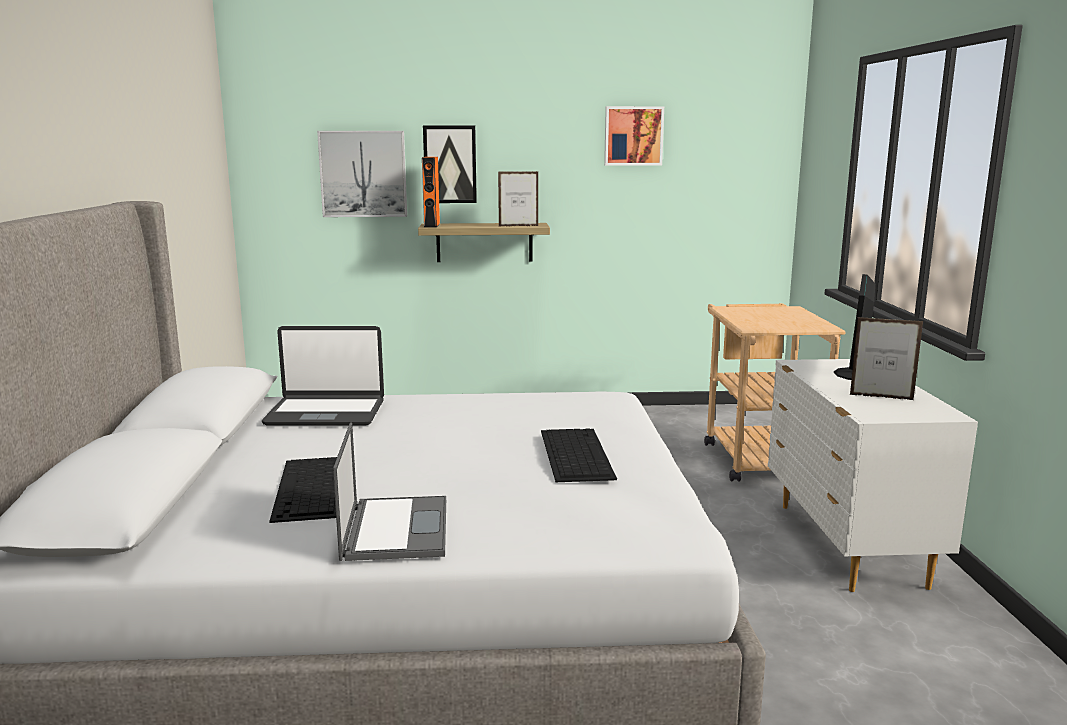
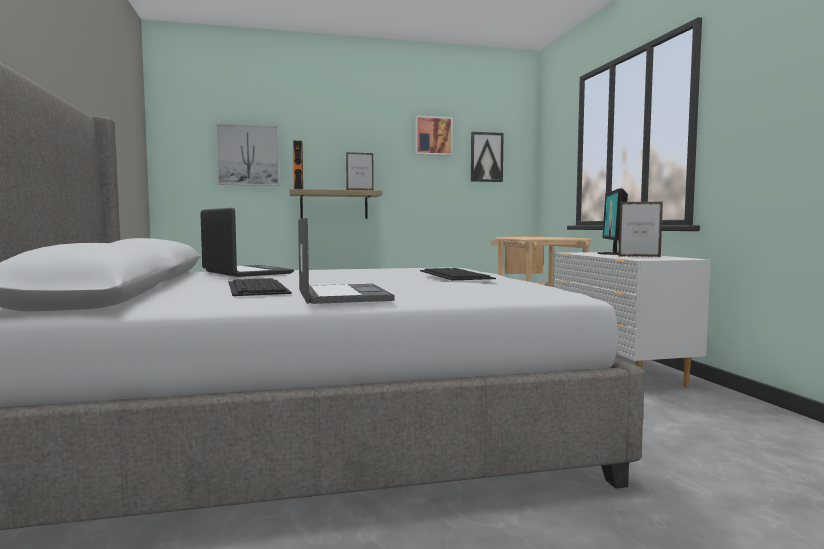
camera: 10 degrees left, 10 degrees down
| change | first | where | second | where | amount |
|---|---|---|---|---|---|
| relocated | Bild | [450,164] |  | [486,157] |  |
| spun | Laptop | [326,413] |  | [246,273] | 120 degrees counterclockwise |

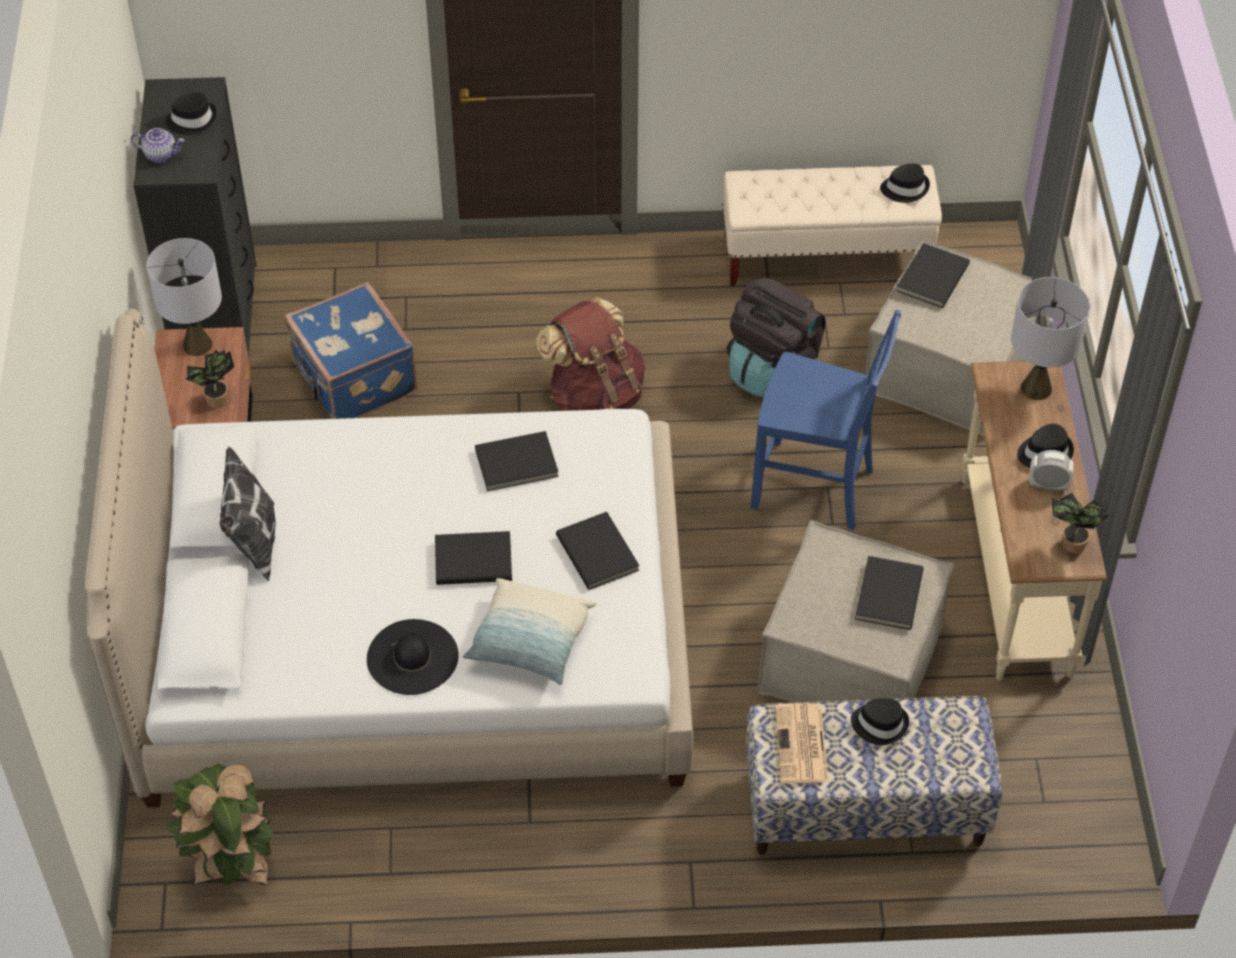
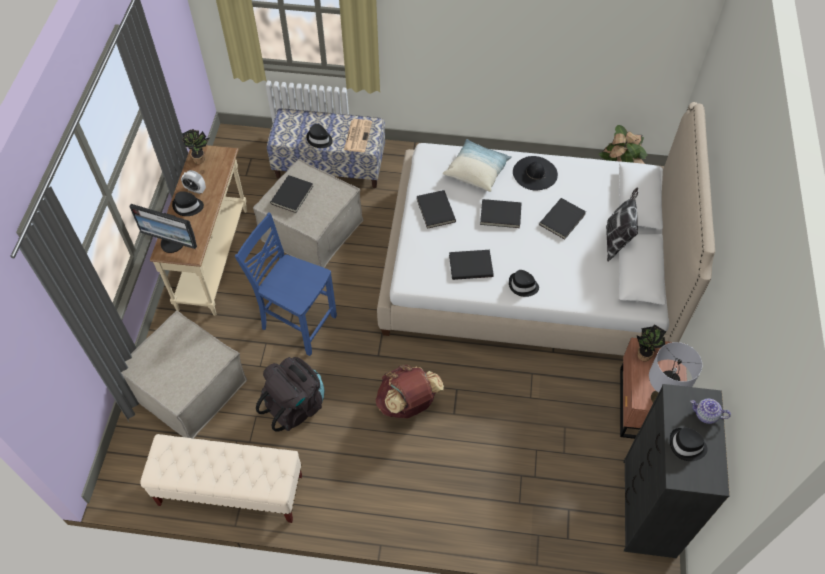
camera: 170 degrees left, 5 degrees up
| change | first | where | second | where | amount |
|---|---|---|---|---|---|
| missing | Koffer (blau) | [353,380] |  |  |  |
| relocated | Hut (schwarz) | [905,188] |  | [523,286] |  |
| relocated | Buch (schwarz) | [931,277] |  | [563,220] |  |
| exchanged | Tischlampe (grau) | [1036,388] | Monitor | [173,243] |  |

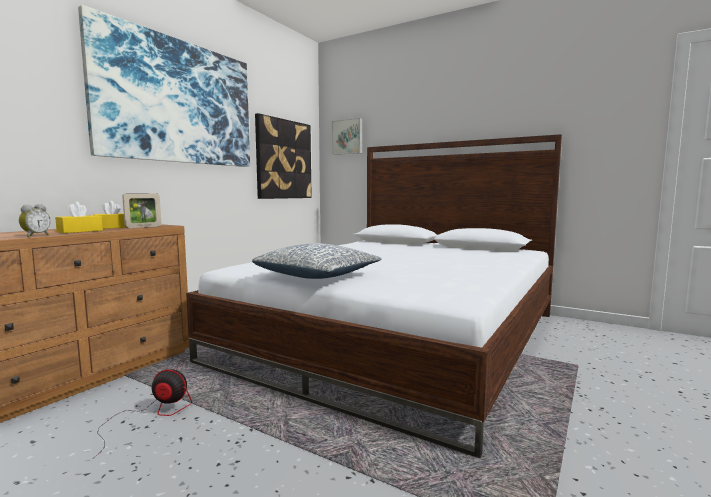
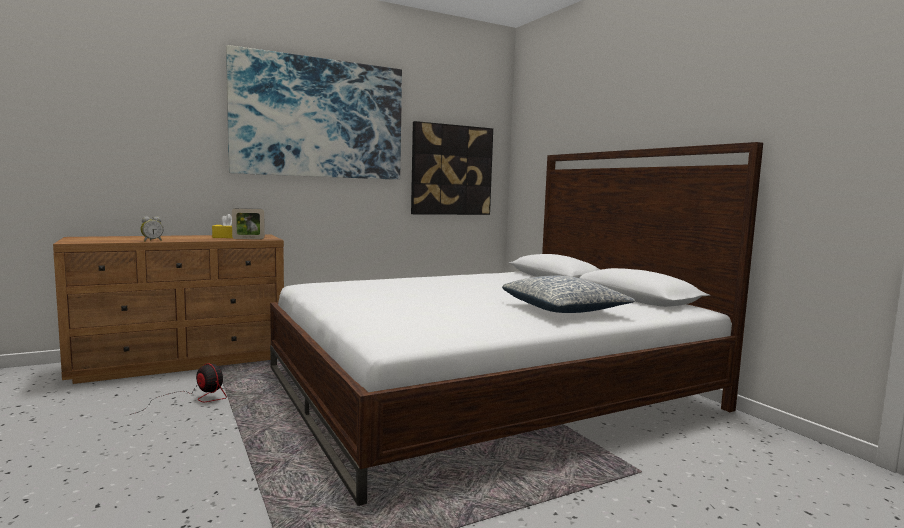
camera: 30 degrees right, 0 degrees up
| change | first | where | second | where | amount |
|---|---|---|---|---|---|
| missing | Taschentuchbox (gelb) | [80,231] |  |  |  |
| missing | Bild | [347,137] |  |  |  |
| relocated | Kissen | [318,276] |  | [564,310] |  |

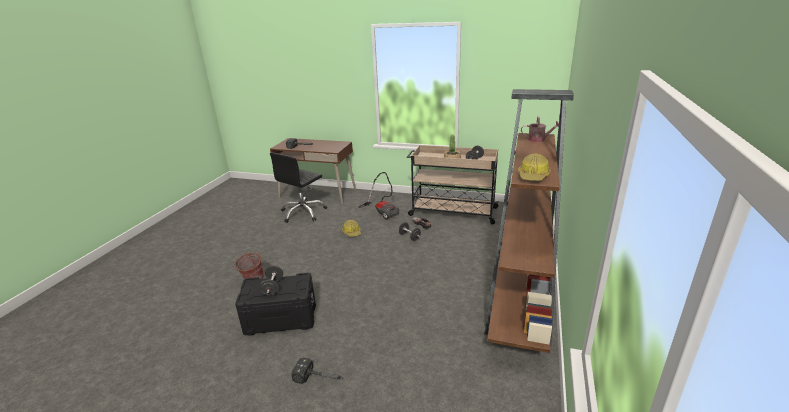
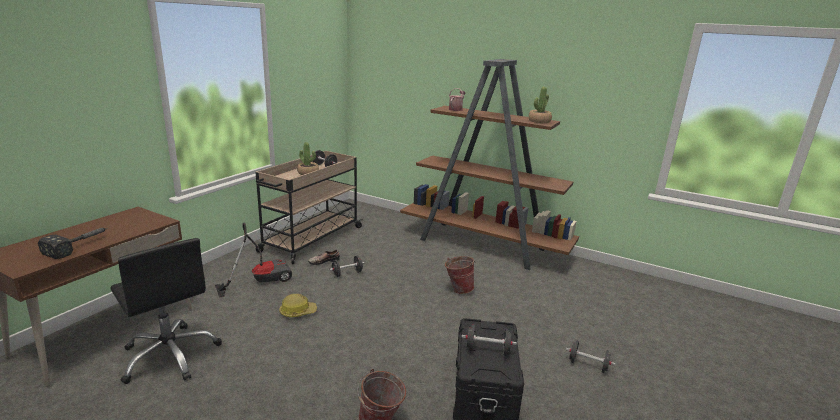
camera: 80 degrees left, 5 degrees down
| change | first | where | second | where | amount |
|---|---|---|---|---|---|
| appeared |  |  | Eimer | [458,289] |  |
| exchanged | Hammer | [320,378] | Hantel (schwarz) | [588,365] |  |
| exchanged | Schutzhelm | [533,176] | Topfpflanze | [539,121] |  |

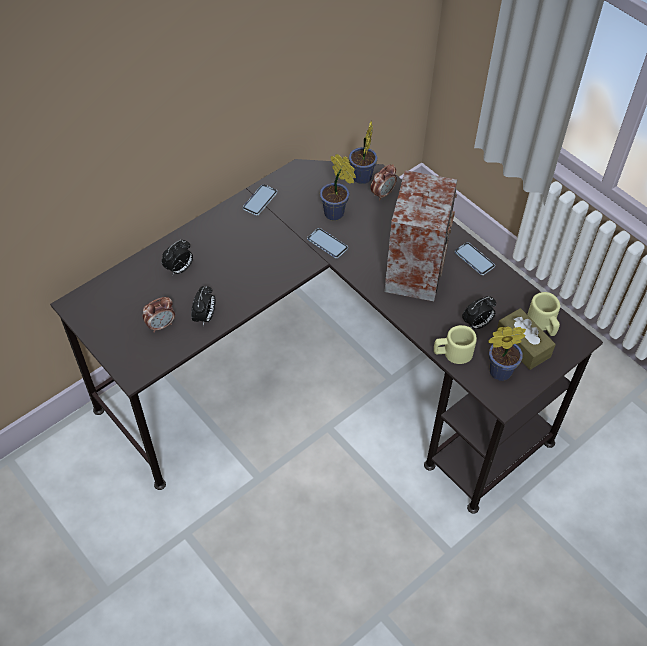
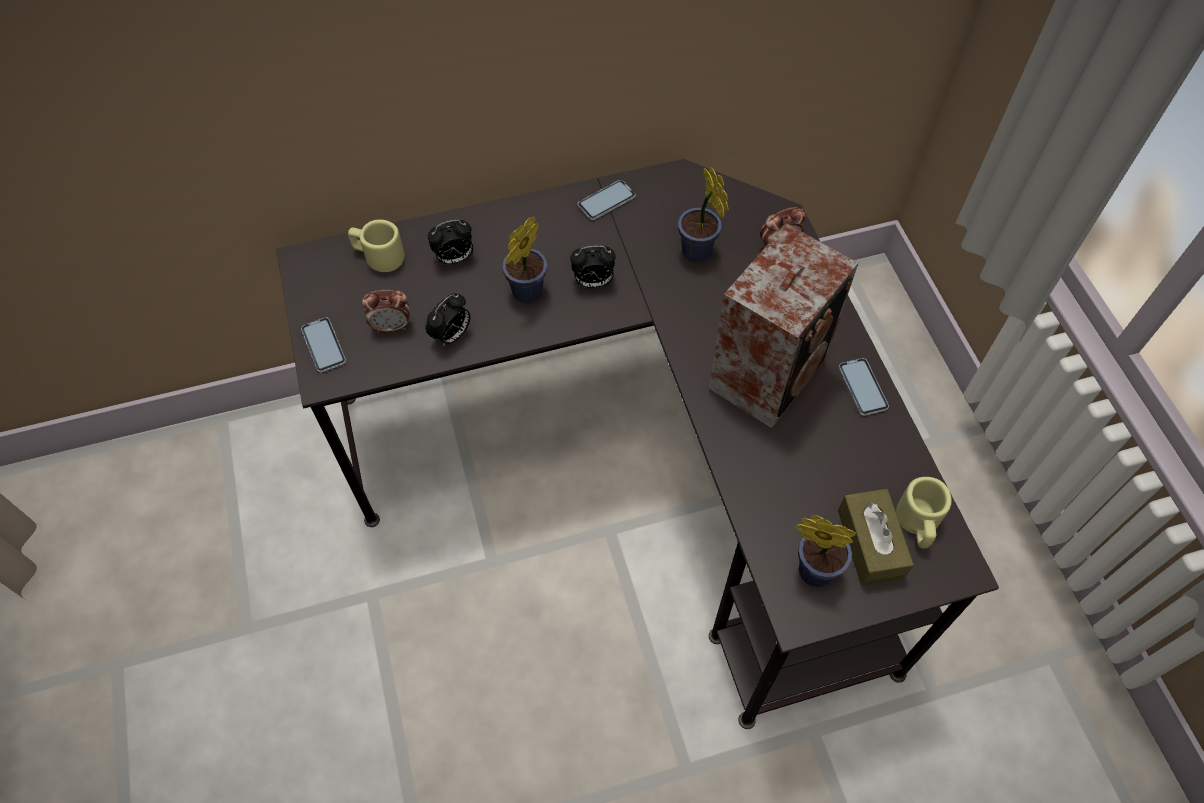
camera: 25 degrees right, 5 degrees up
| change | first | where | second | where | amount |
|---|---|---|---|---|---|
| relocated | Handy | [327,244] |  | [324,346] |  |
| relocated | Topfpflanze | [361,179] |  | [524,295] |  |
| relocated | Henkelbecher (beige) | [452,353] |  | [378,256] |  |
| relocated | Wecker | [476,324] |  | [593,283] |  |

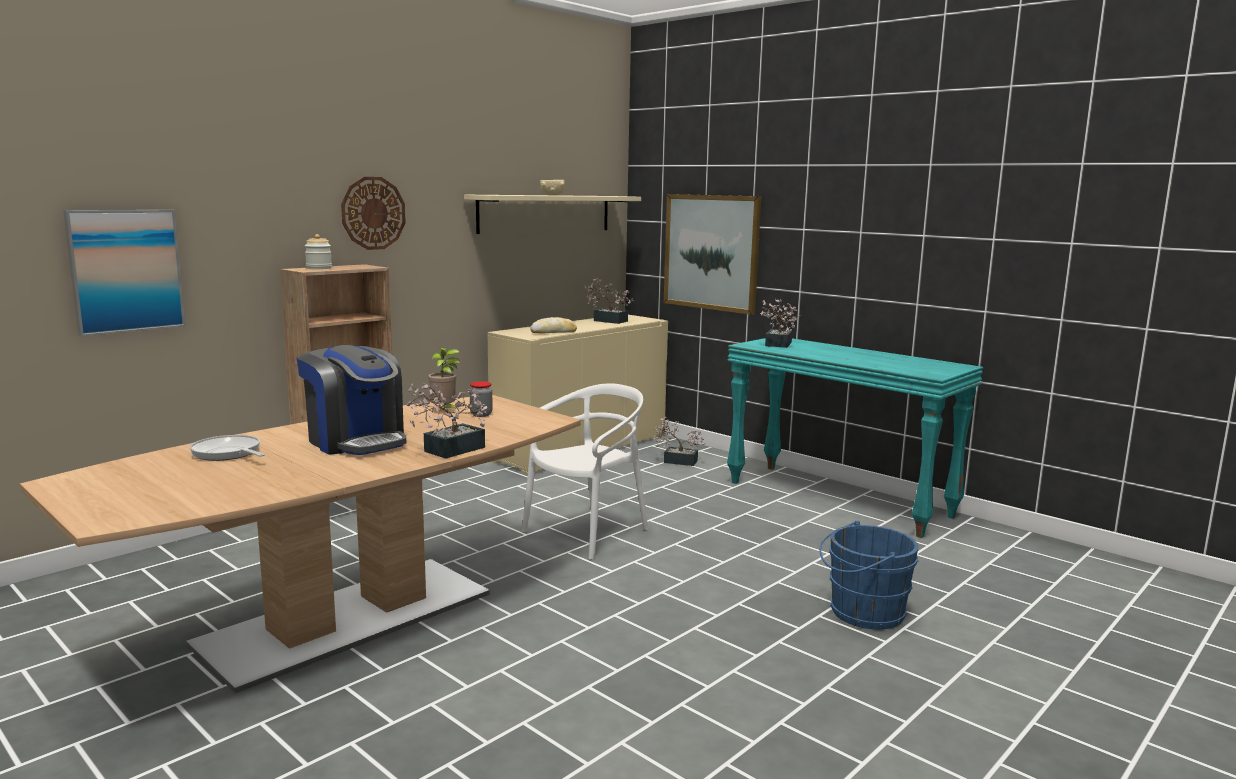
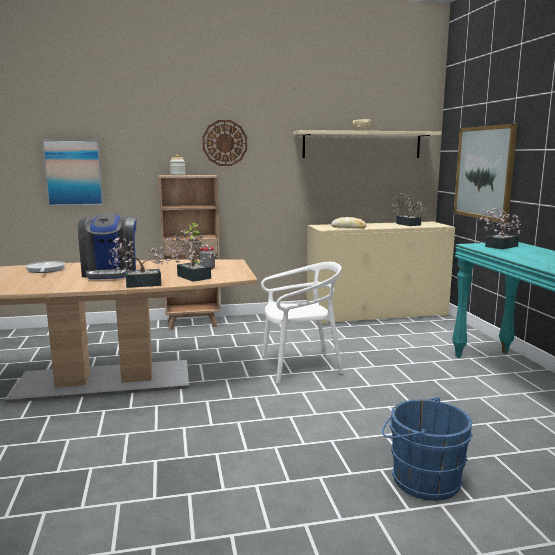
camera: 35 degrees right, 0 degrees up
| change | first | where | second | where | amount |
|---|---|---|---|---|---|
| relocated | Topfpflanze | [676,461] |  | [192,276] |  |

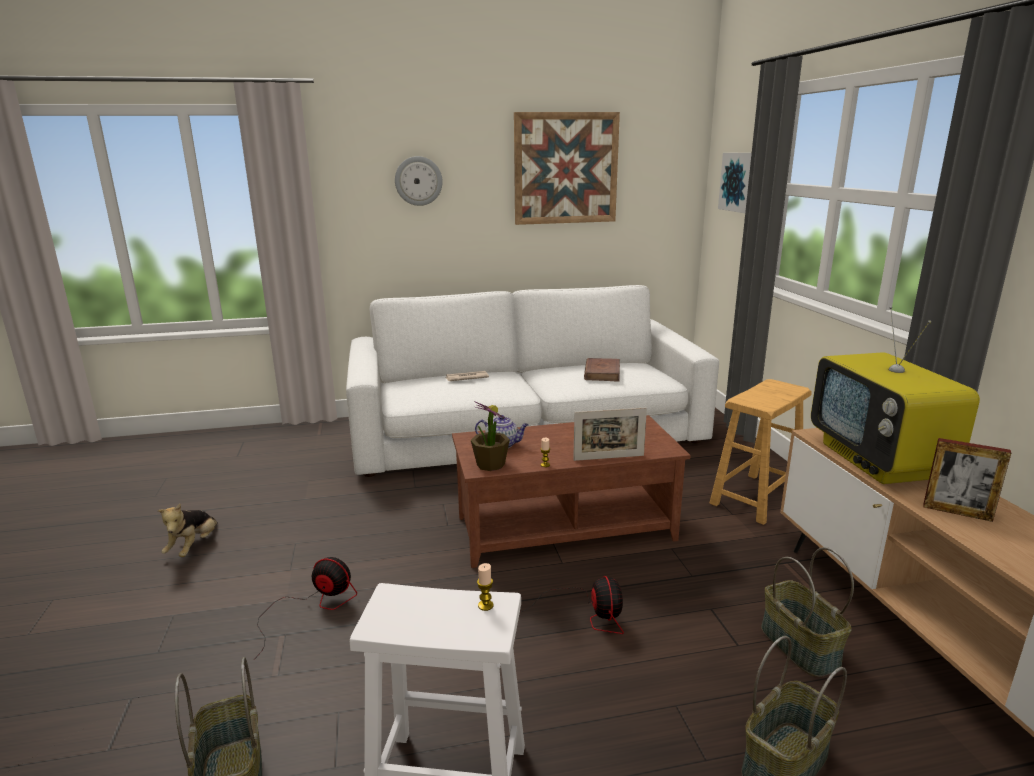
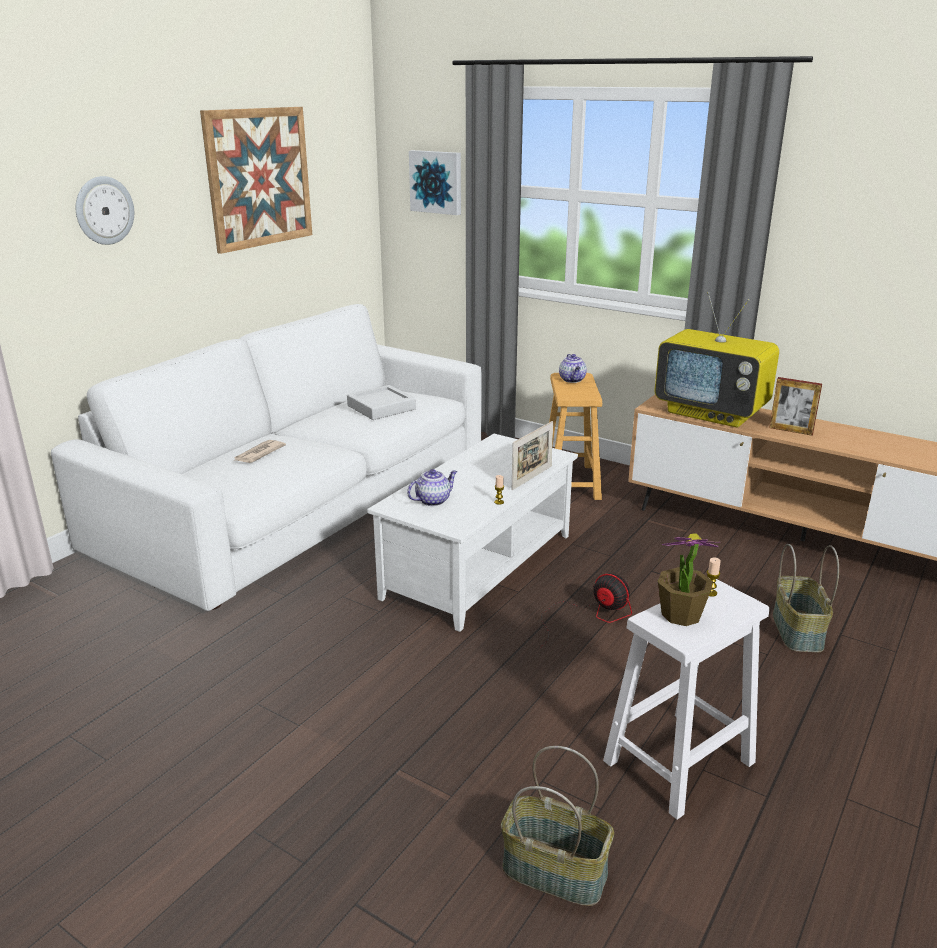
camera: 45 degrees left, 5 degrees up
| change | first | where | second | where | amount |
|---|---|---|---|---|---|
| missing | Plüschtier | [194,547] |  |  |  |
| missing | Ventilator | [312,607] |  |  |  |
| missing | Korb | [798,646] |  |  |  |
| appeared |  |  | Teekanne | [572,380] |  |
| relocated | Topfpflanze | [490,464] |  | [680,615] |  |
| exchanged | Buch (braun) | [602,372] | Tablett (grau) | [381,407] |  |
| colour | Couchtisch (braun) | [564,527] | Couchtisch (weiß) | [477,565] |  |
| spun | Bilderrahmen | [957,512] |  | [791,430] | 45 degrees clockwise |

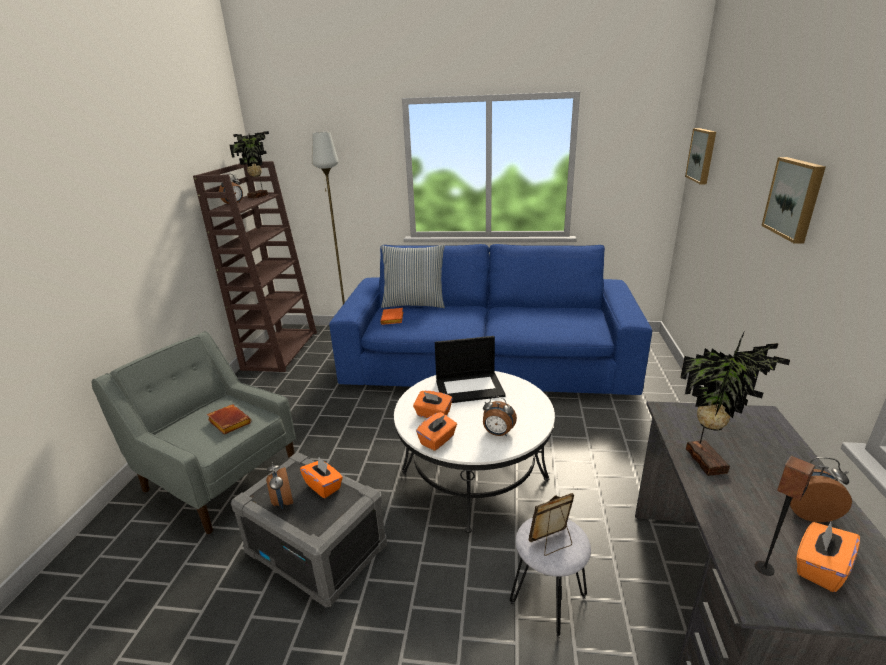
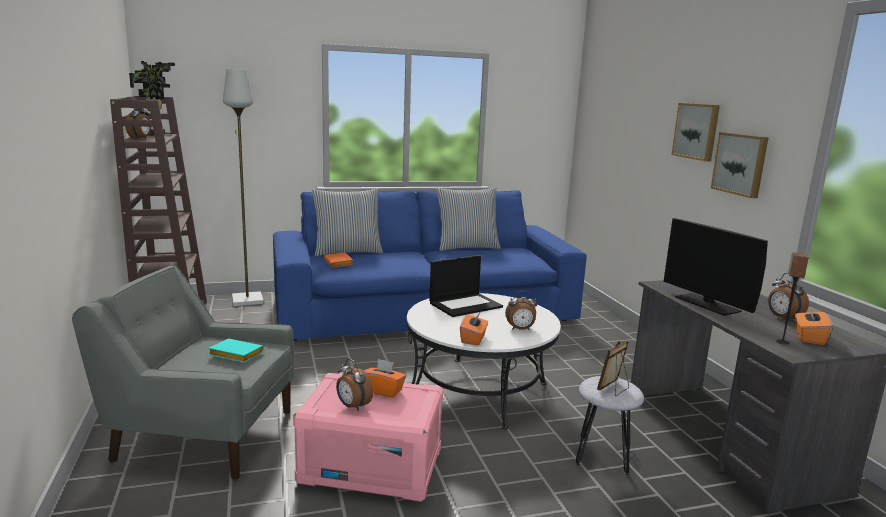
camera: 25 degrees left, 10 degrees down
| change | first | where | second | where | amount |
|---|---|---|---|---|---|
| missing | Taschentuchbox (orange) | [433,414] |  |  |  |
| appeared |  |  | Kissen | [467,247] |  |
| relocated | Bild | [702,155] |  | [740,164] |  |
| exchanged | Topfpflanze | [708,460] | Monitor | [707,304] |  |
| colour | Buch (braun) | [228,422] | Buch (türkis) | [234,355] |  |
| colour | Aufbewahrungsbox (grau) | [317,548] | Aufbewahrungsbox (rosa) | [372,466] |  |
| spun | Wecker | [808,512] |  | [782,318] | 105 degrees counterclockwise |

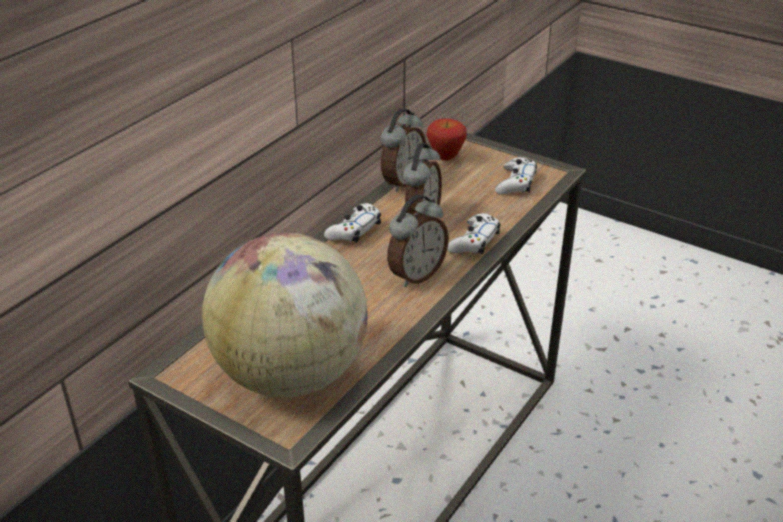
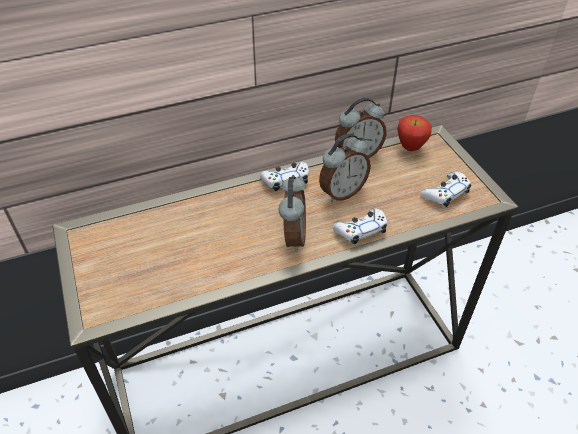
camera: 35 degrees right, 10 degrees up
| change | first | where | second | where | amount |
|---|---|---|---|---|---|
| missing | Globus | [291,374] |  |  |  |
| spun | Wecker | [416,275] |  | [292,237] | 75 degrees counterclockwise |

